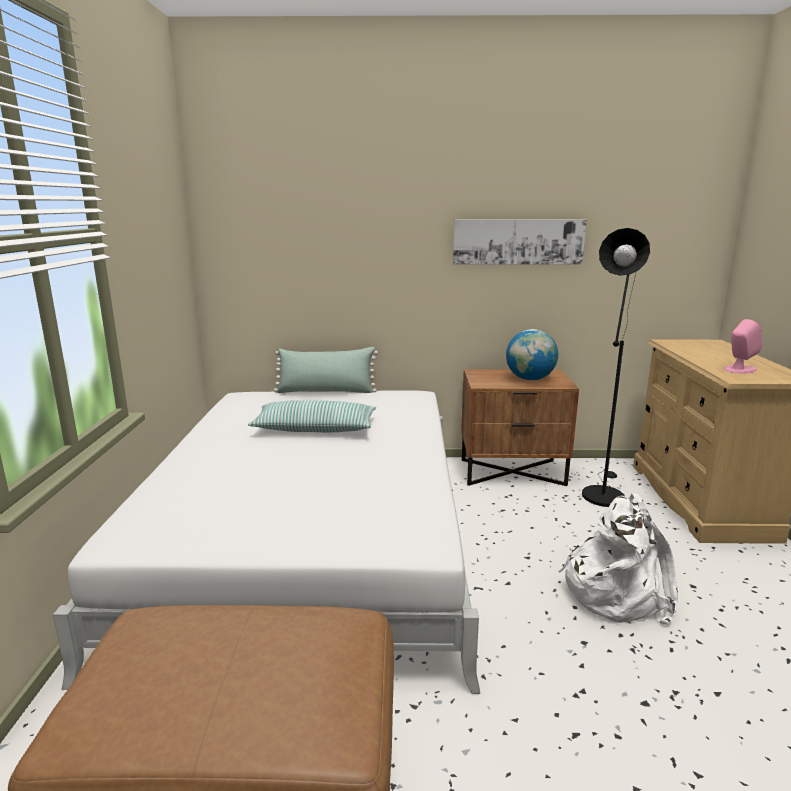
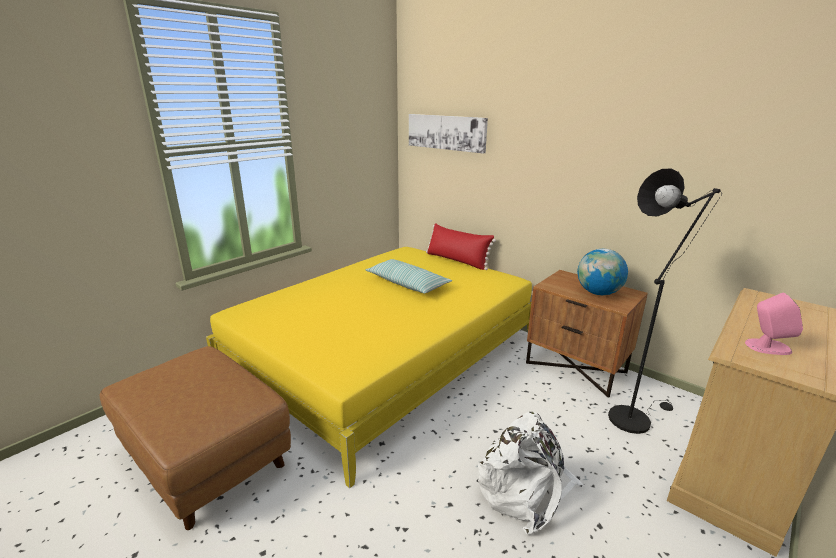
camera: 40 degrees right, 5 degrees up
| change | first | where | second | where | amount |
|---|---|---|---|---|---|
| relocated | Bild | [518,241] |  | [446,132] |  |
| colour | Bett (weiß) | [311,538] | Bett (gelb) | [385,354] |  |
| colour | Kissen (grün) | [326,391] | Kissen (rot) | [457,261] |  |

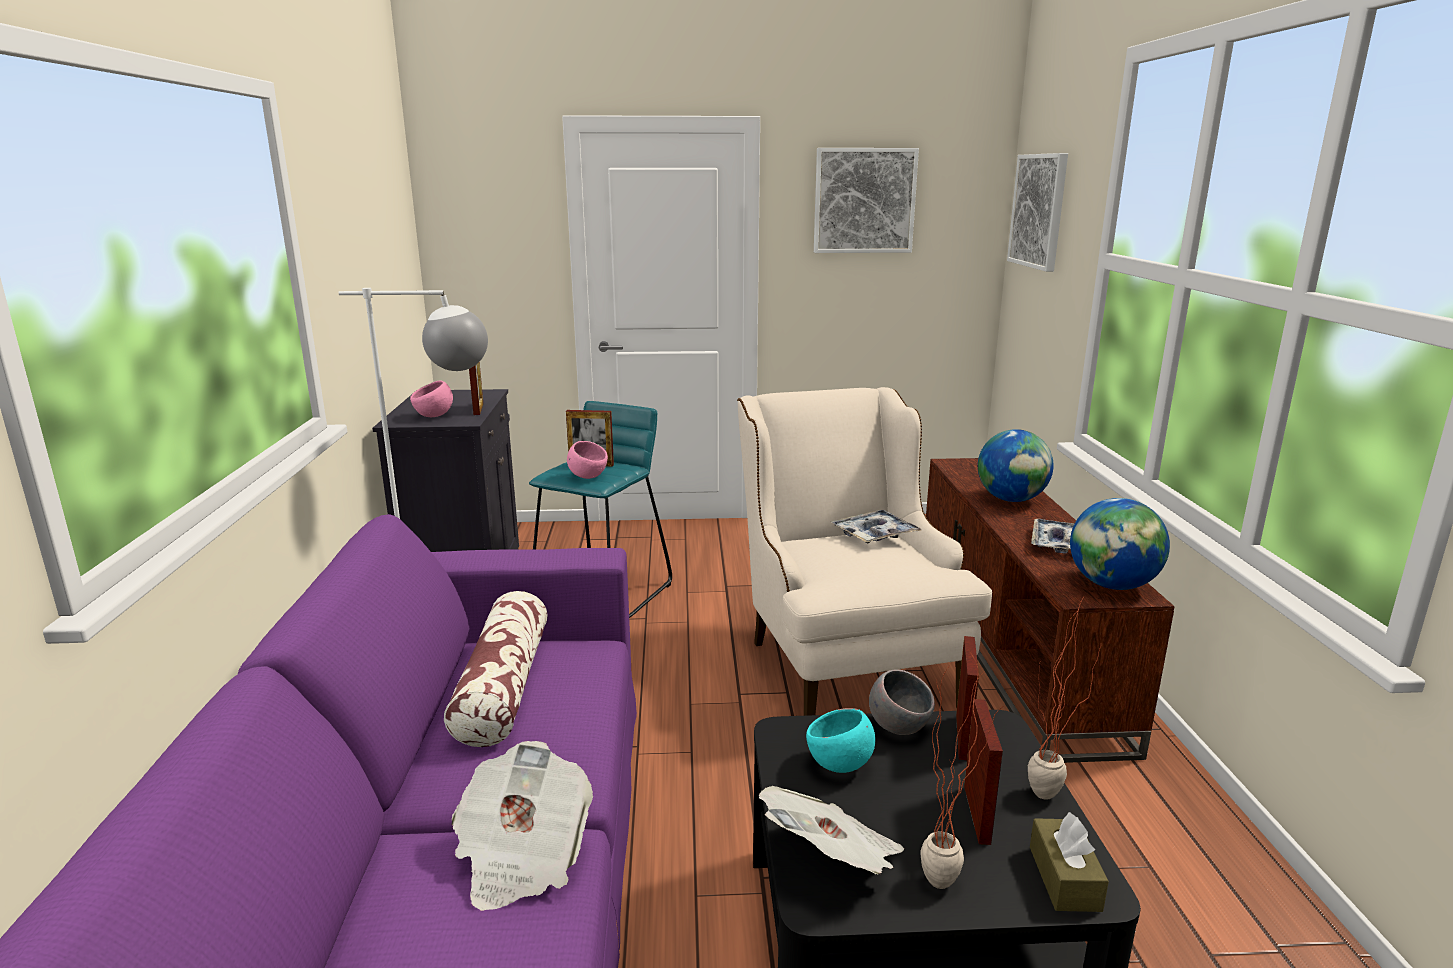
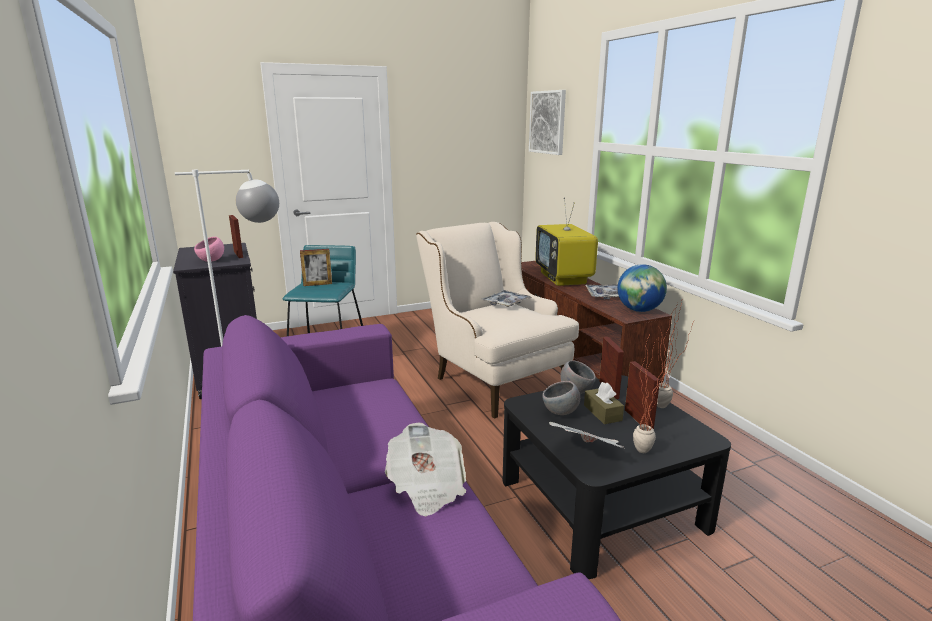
camera: 20 degrees left, 0 degrees up
| change | first | where | second | where | amount |
|---|---|---|---|---|---|
| missing | Kissen | [503,686] |  |  |  |
| missing | Schüssel (rosa) | [588,477] |  |  |  |
| missing | Bild | [864,201] |  |  |  |
| relocated | Taschentuchbox (braun) | [1064,878] |  | [602,413] |  |
| exchanged | Globus | [1011,499] | Fernseher | [564,278] |  |
| colour | Schüssel (türkis) | [839,766] | Schüssel (grau) | [560,412] |  |

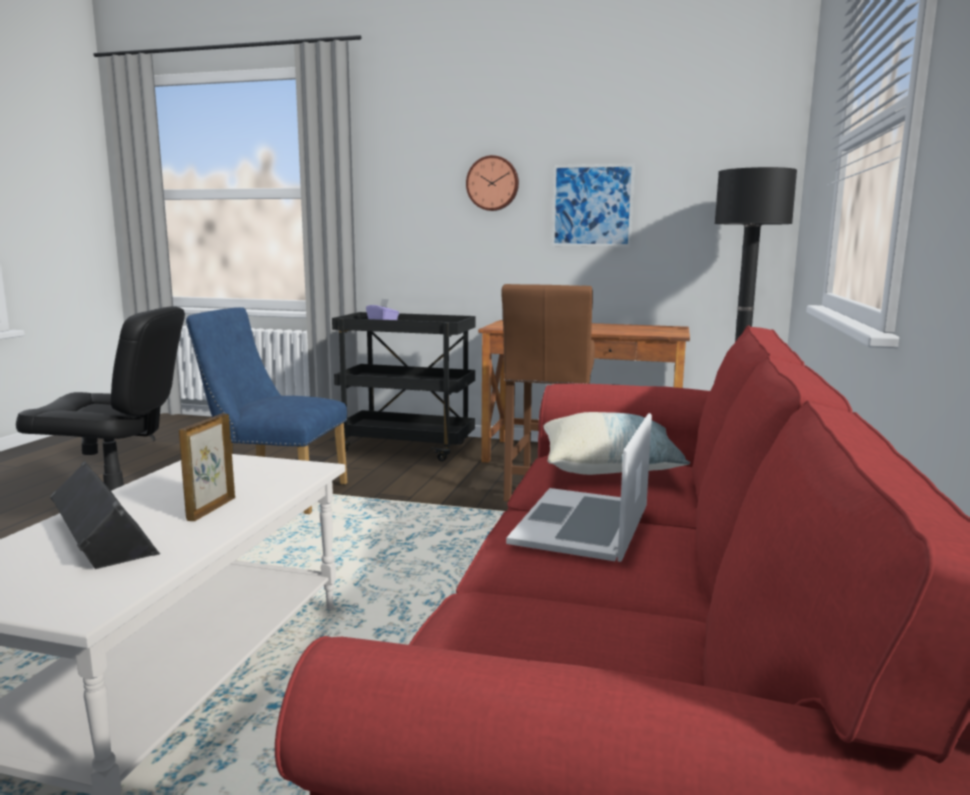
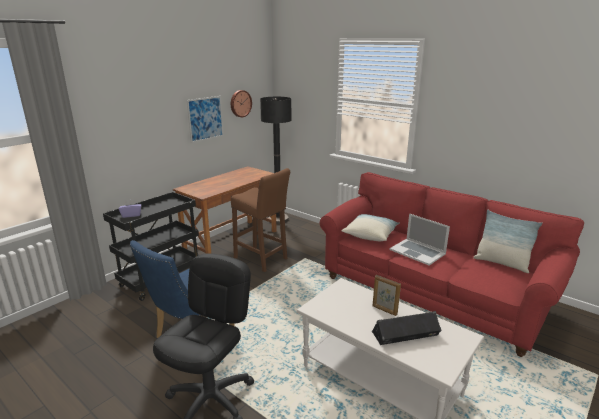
camera: 65 degrees left, 10 degrees up
| change | first | where | second | where | amount |
|---|---|---|---|---|---|
| appeared |  |  | Kissen | [501,263] |  |
| relocated | Wanduhr | [493,183] |  | [240,103] |  |

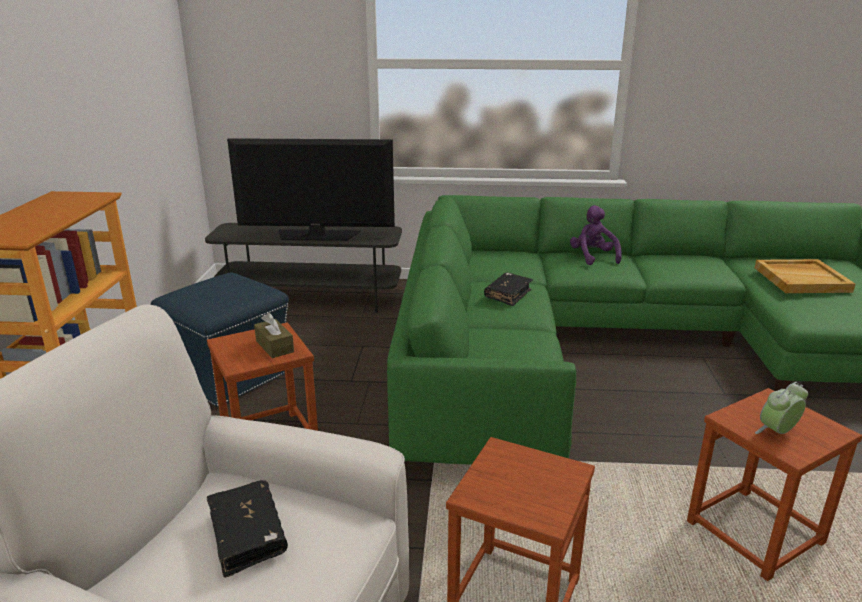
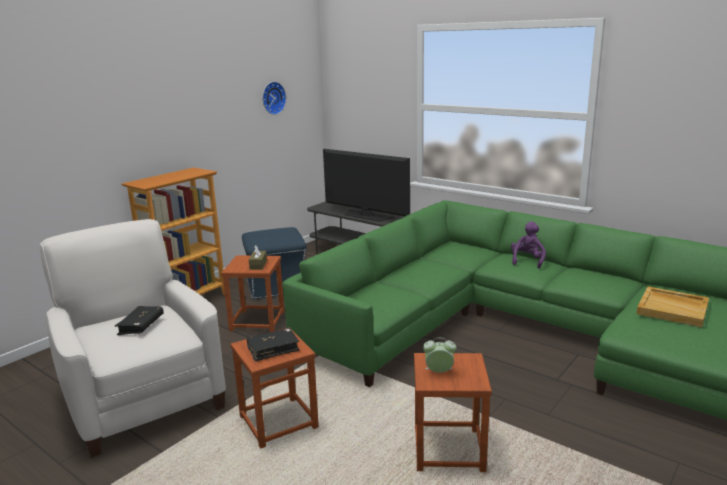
camera: 35 degrees right, 5 degrees down
| change | first | where | second | where | amount |
|---|---|---|---|---|---|
| appeared |  |  | Wanduhr | [272,98] |  |
| relocated | Buch (schwarz) | [508,295] |  | [273,349] |  |

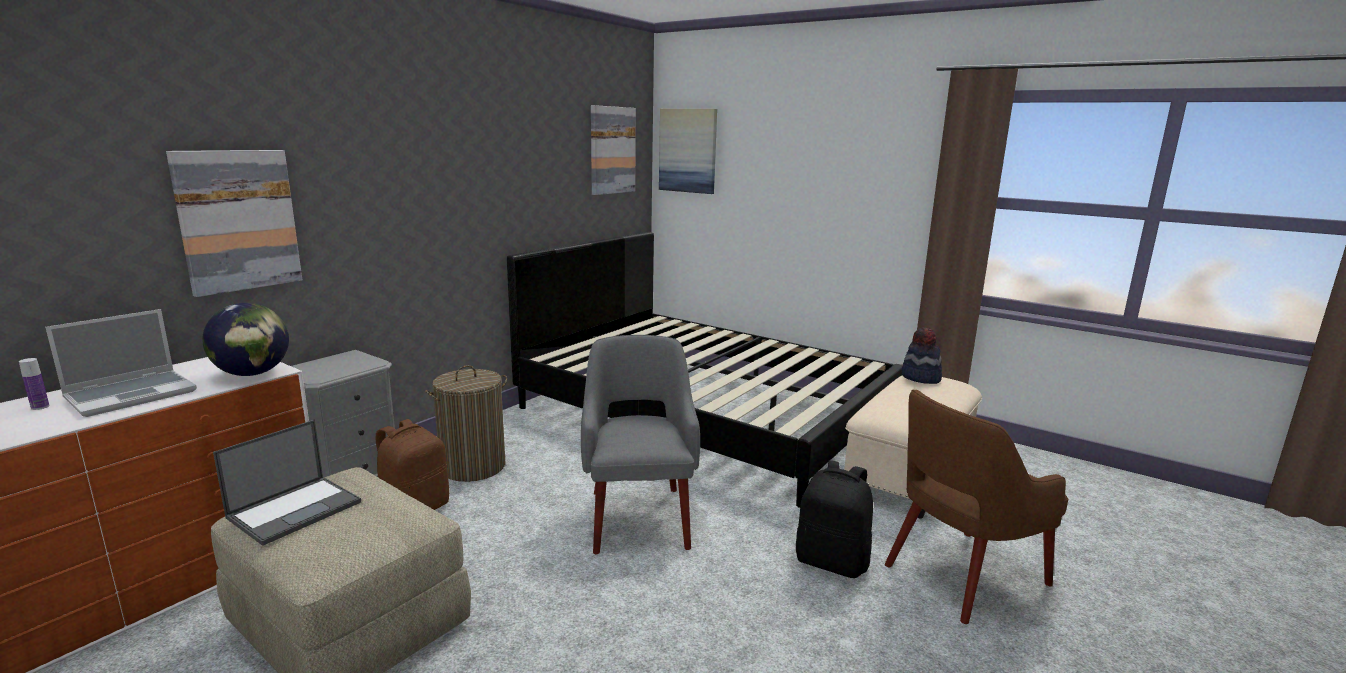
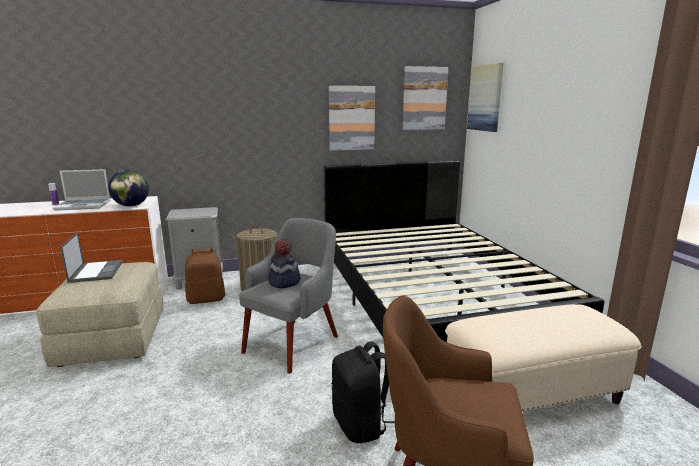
camera: 40 degrees right, 0 degrees up
| change | first | where | second | where | amount |
|---|---|---|---|---|---|
| relocated | Bild | [238,220] |  | [351,118] |  |
| relocated | Hut | [920,378] |  | [284,282] |  |
| spun | Laptop | [296,509] |  | [96,271] | 90 degrees counterclockwise |

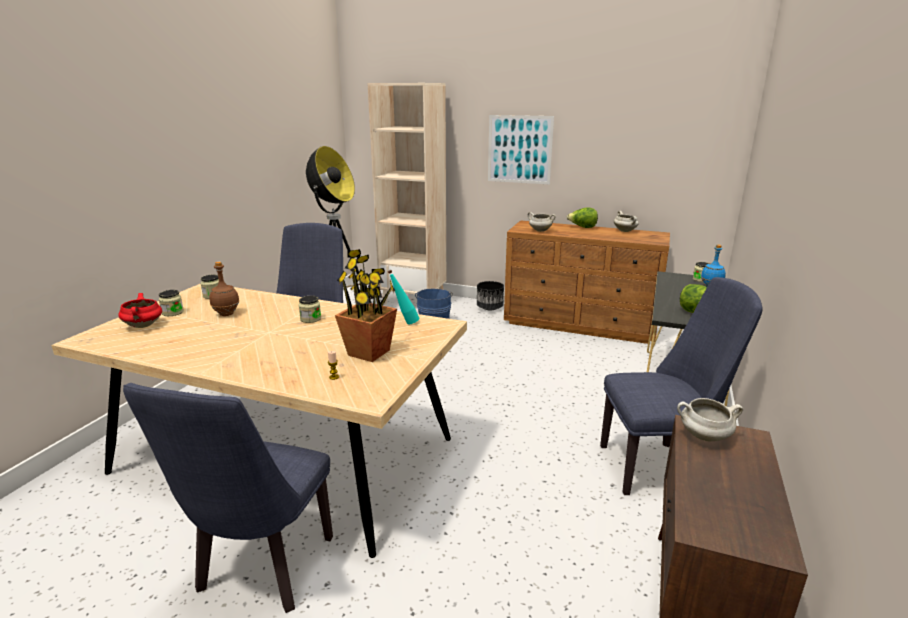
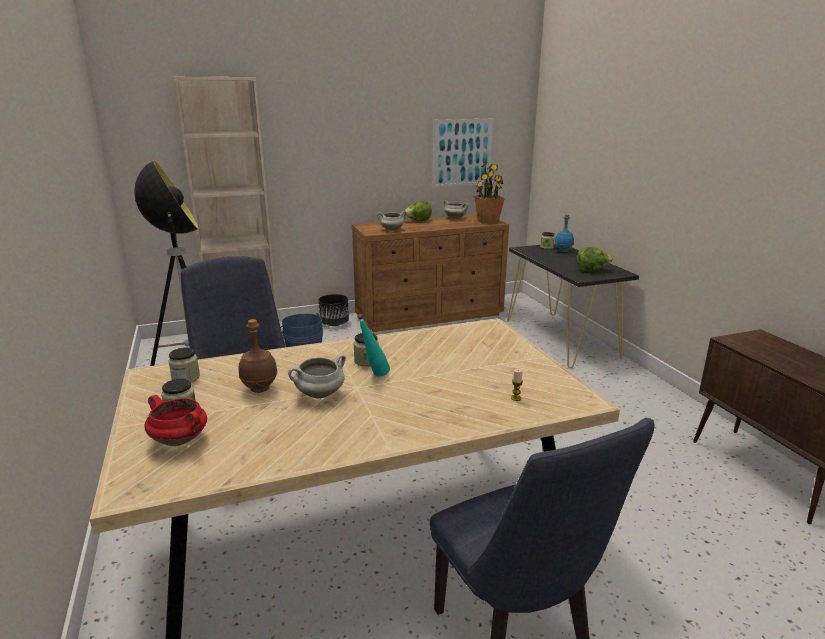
camera: 40 degrees left, 0 degrees up
| change | first | where | second | where | amount |
|---|---|---|---|---|---|
| missing | Stuhl (blau) | [657,467] |  |  |  |
| relocated | Topfpflanze | [369,352] |  | [487,221] |  |
| relocated | Flasche (türkis) | [404,323] |  | [374,376] |  |
| relocated | Bild | [519,149] |  | [462,152] |  |
| relocated | Kochtopf (weiß) | [704,436] |  | [319,395] |  |

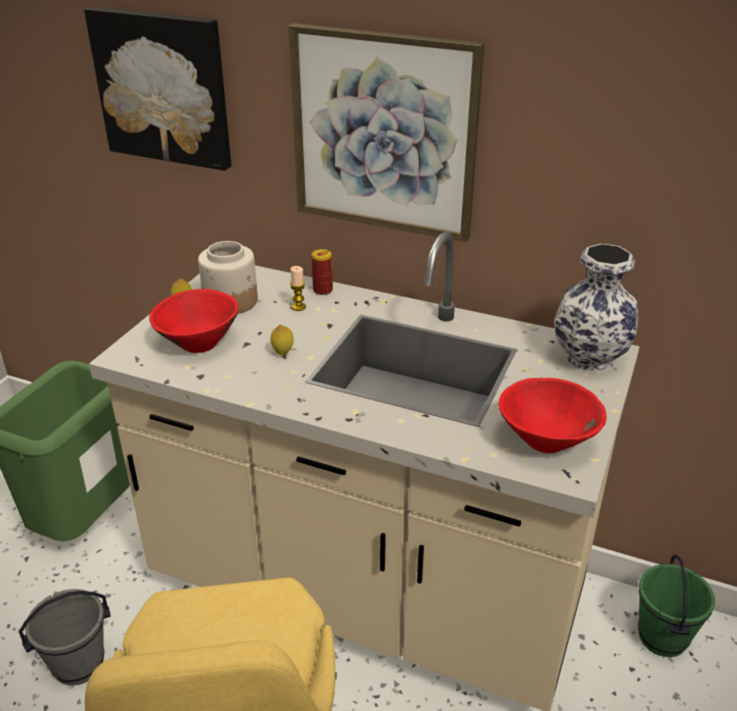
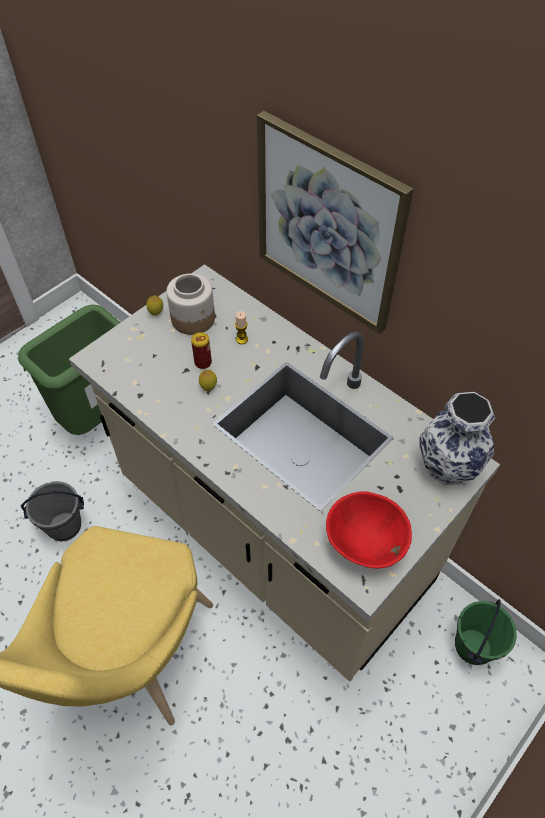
camera: 20 degrees right, 20 degrees up
| change | first | where | second | where | amount |
|---|---|---|---|---|---|
| missing | Bild | [164,87] |  |  |  |
| missing | Schüssel (rot) | [199,342] |  |  |  |
| relocated | Dose | [322,290] |  | [203,362] |  |

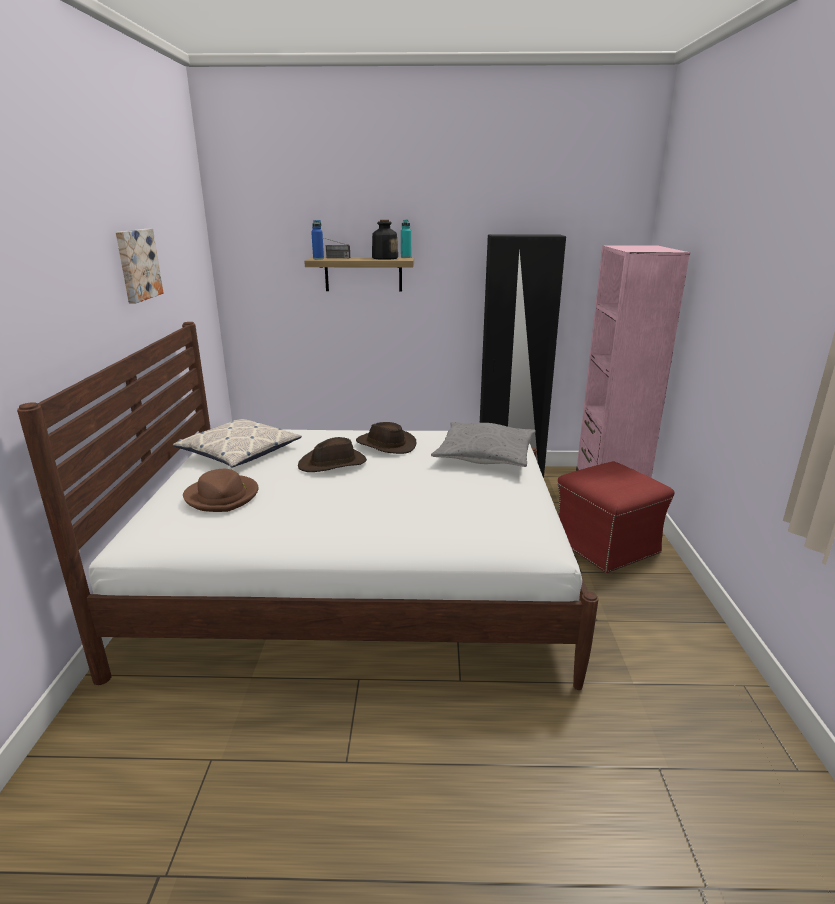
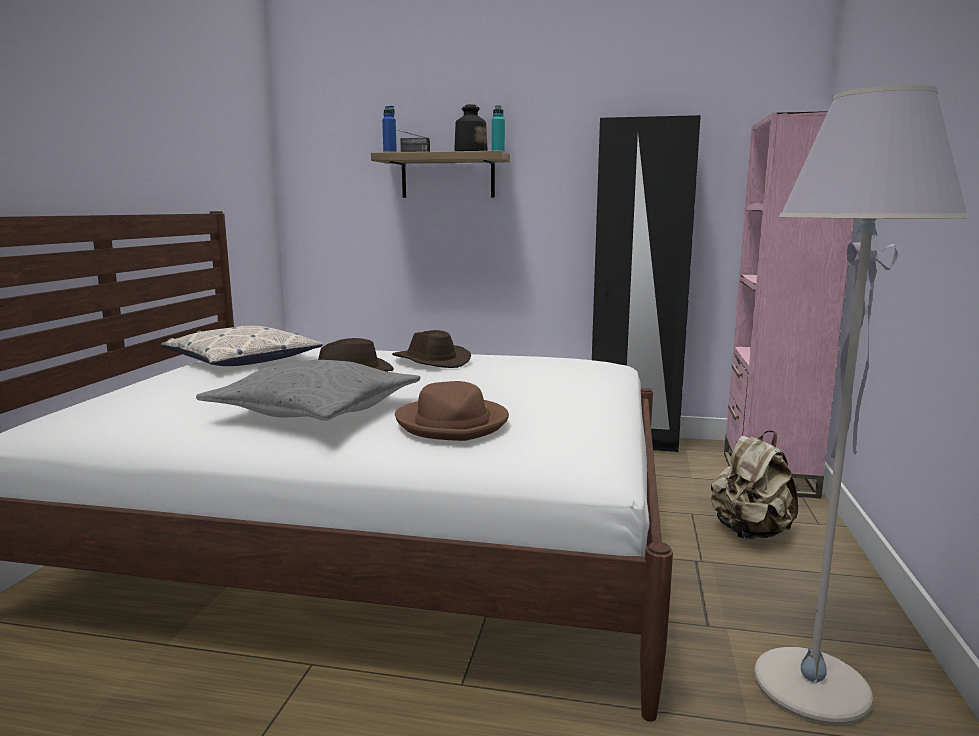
camera: 10 degrees right, 10 degrees down
| change | first | where | second | where | amount |
|---|---|---|---|---|---|
| missing | Bild | [137,265] |  |  |  |
| appeared |  |  | Stehlampe (grau) | [810,687] |  |
| relocated | Hut (braun) | [222,496] |  | [453,423] |  |
| relocated | Kissen (grau) | [485,455] |  | [315,410] |  |
| exchanged | Polsterhocker (rot) | [606,546] | Rucksack (beige) | [750,532] |  |

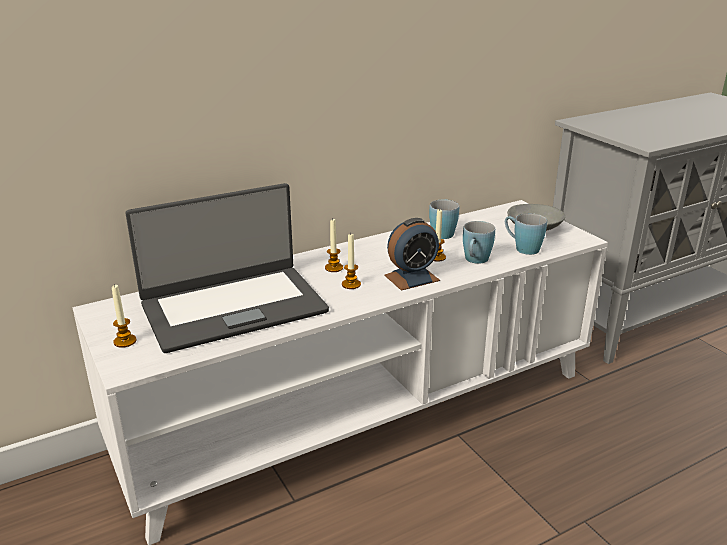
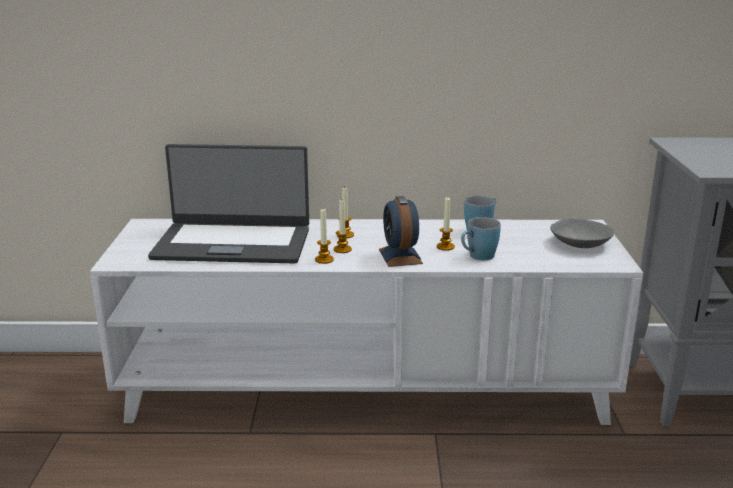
camera: 30 degrees right, 5 degrees down
| change | first | where | second | where | amount |
|---|---|---|---|---|---|
| missing | Henkelbecher (blau) | [522,248] |  |  |  |
| relocated | Kerze | [125,341] |  | [324,260] |  |
| spun | Wecker | [412,278] |  | [400,256] | 75 degrees clockwise |

